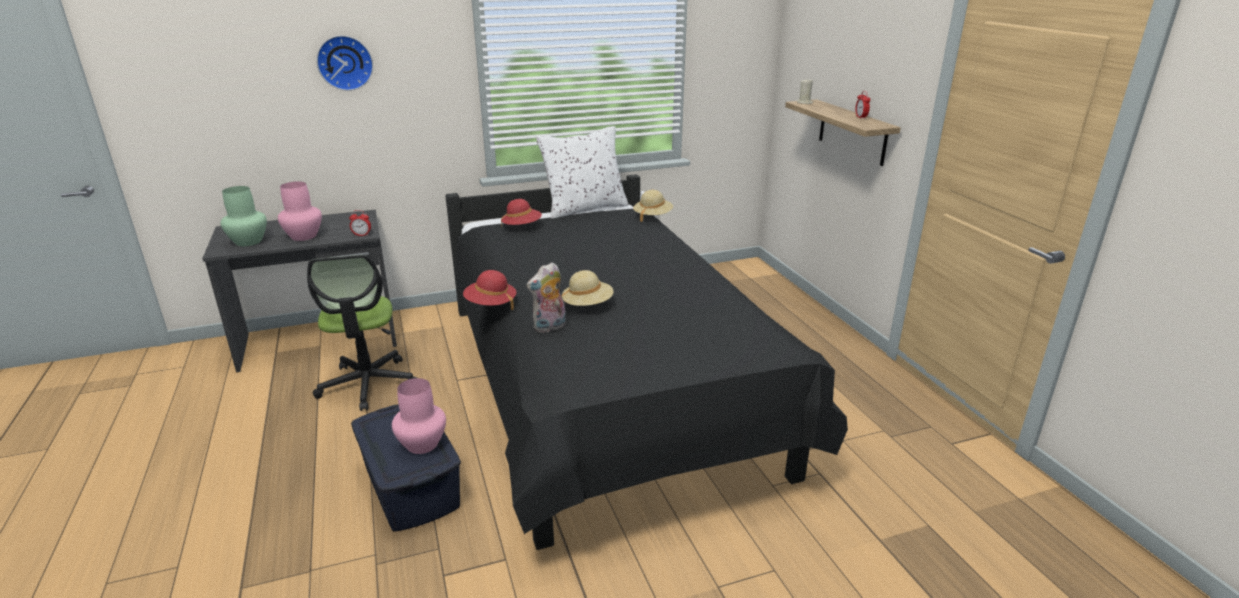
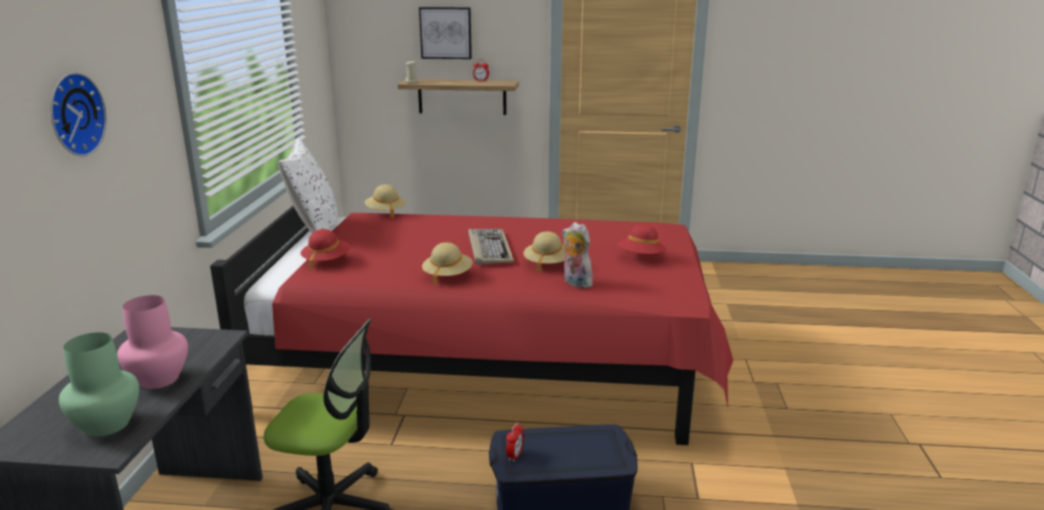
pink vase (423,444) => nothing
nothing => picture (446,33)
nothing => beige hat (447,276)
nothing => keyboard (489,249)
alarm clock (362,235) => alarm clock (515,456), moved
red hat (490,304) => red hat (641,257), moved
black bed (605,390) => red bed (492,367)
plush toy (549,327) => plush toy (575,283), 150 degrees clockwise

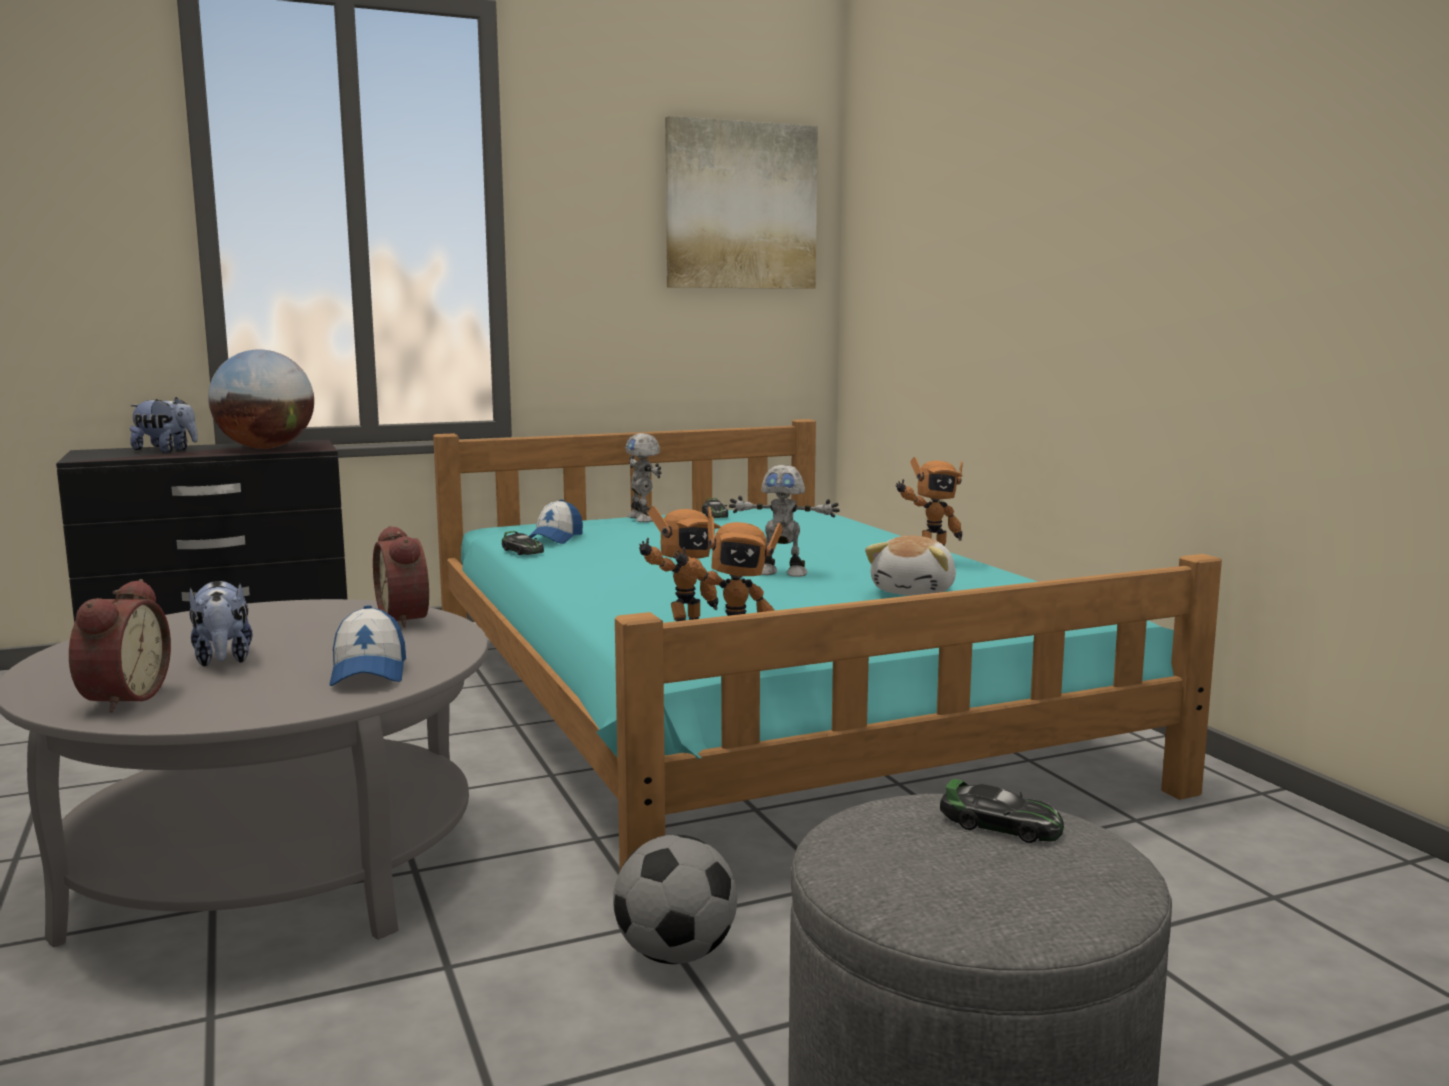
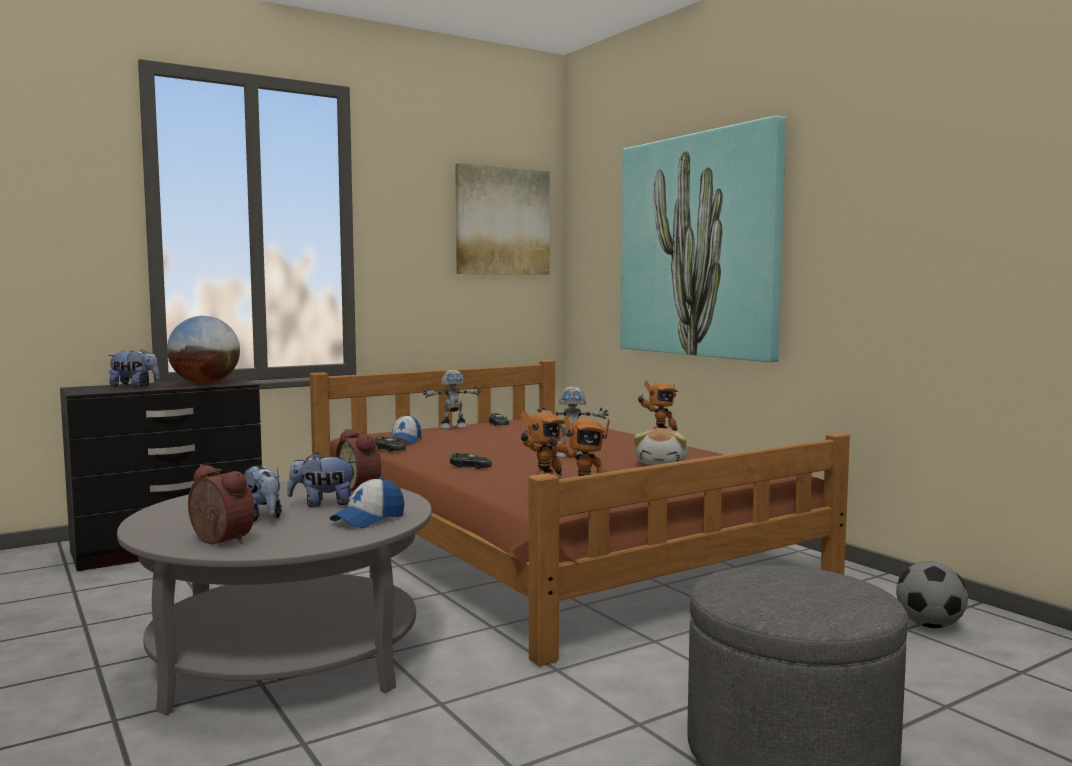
nothing => plush toy (323,504)
nothing => picture (699,246)
football (675,954) => football (929,625), moved
toy car (1000,825) => toy car (470,466), moved
turquoise bed (752,702) => brown bed (548,543)
alarm clock (120,698) => alarm clock (218,541), 45 degrees counterclockwise
cap (369,672) => cap (368,519), 60 degrees clockwise
toy robot (643,519) => toy robot (453,427), 75 degrees counterclockwise

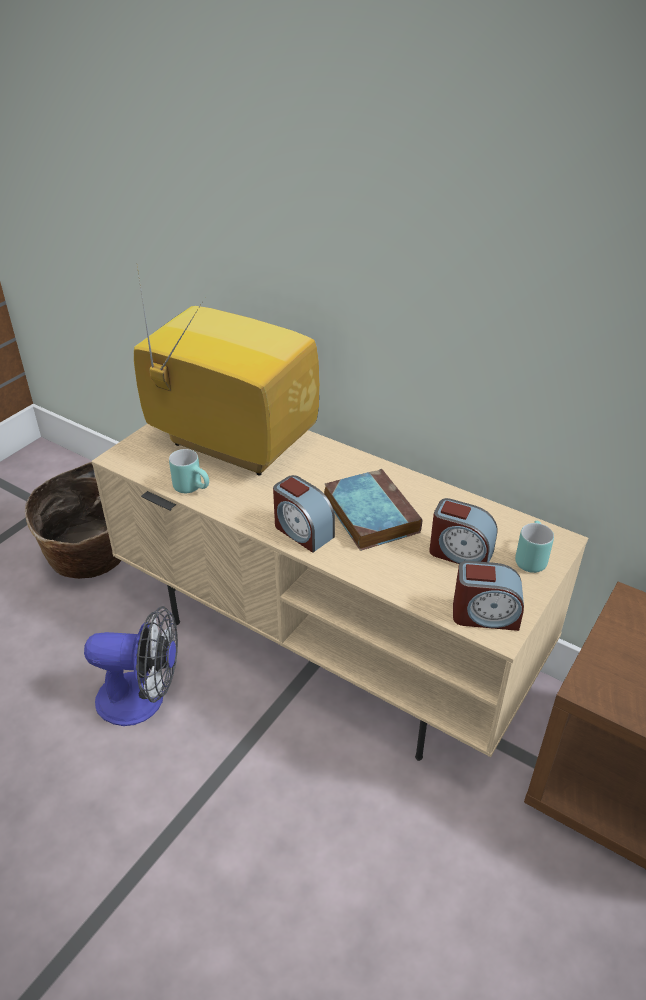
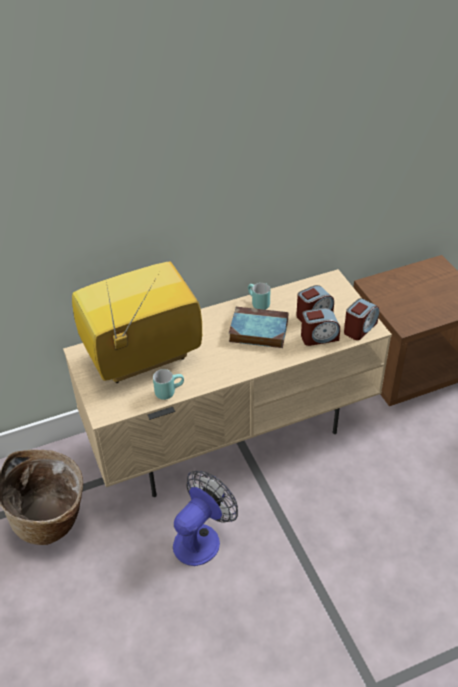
alarm clock (302,531) => alarm clock (319,337), moved
turquoise mug (528,557) => turquoise mug (257,304), moved

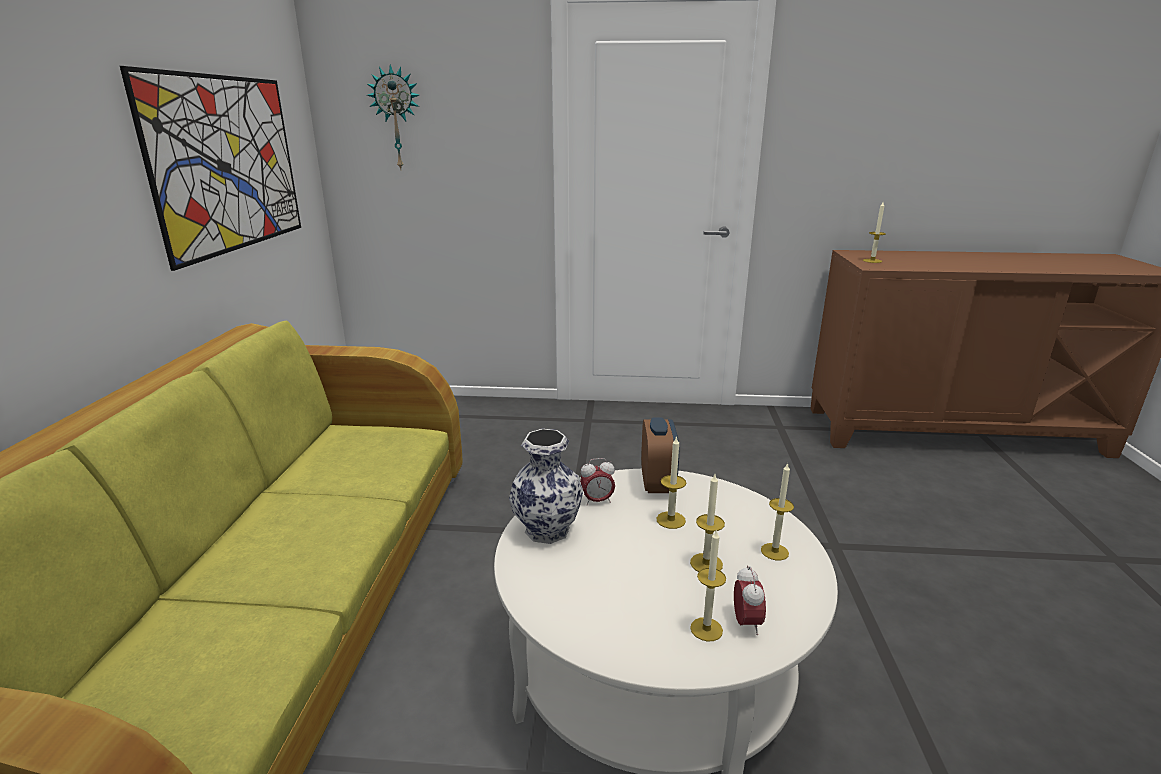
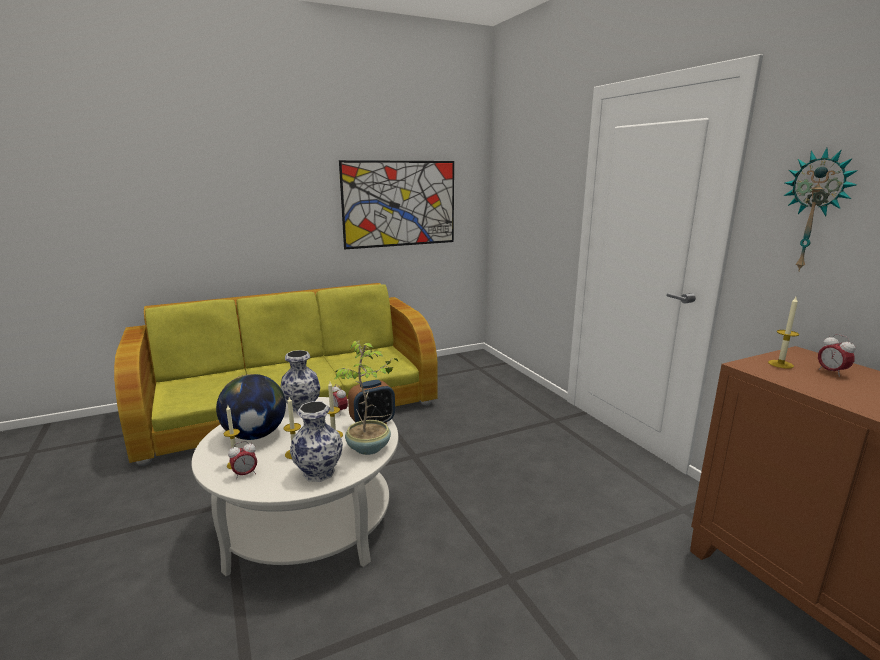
nothing => globe (255,435)
nothing => potted plant (369,448)
nothing => alarm clock (831,372)
wall clock (397,118) => wall clock (815,211), moved
candle (774,551) => vase (319,472)

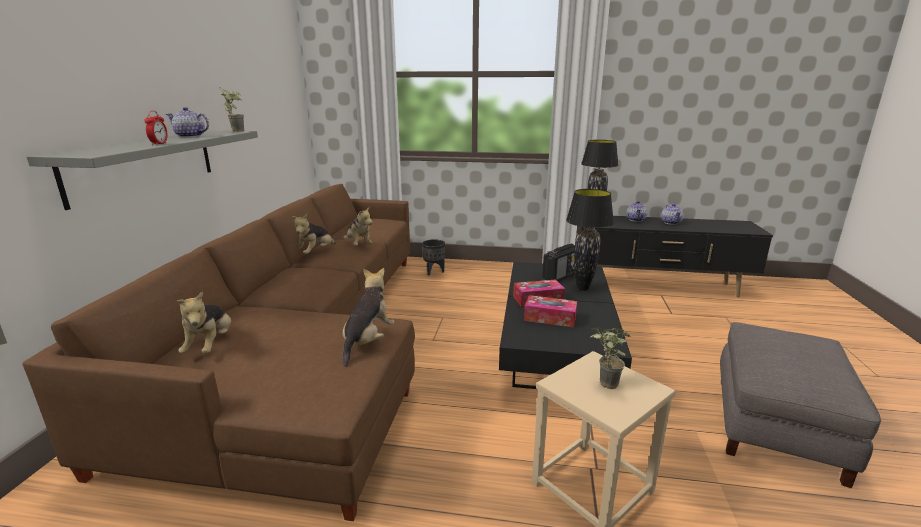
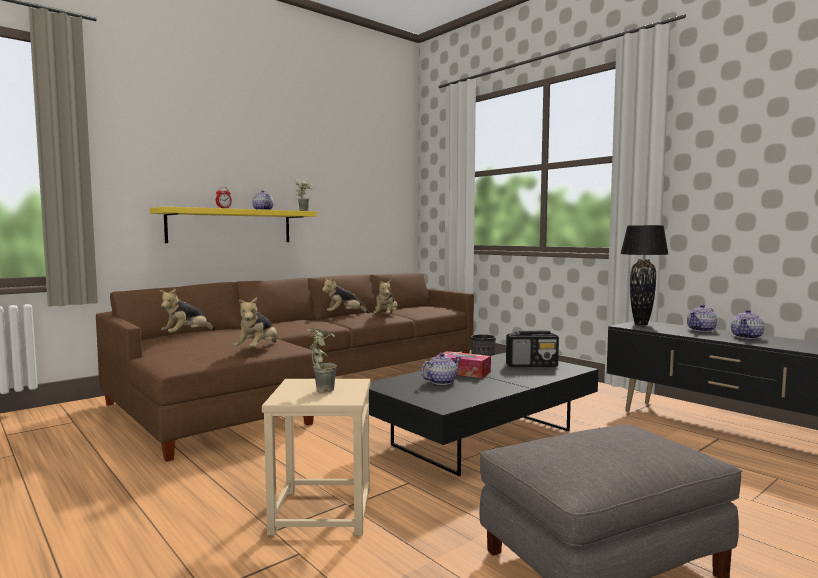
black table lamp (582,288) => nothing
tissue box (550,318) => teapot (441,382)
grey shelf (144,164) => yellow shelf (230,226)
plush toy (368,341) => plush toy (258,349), 135 degrees clockwise

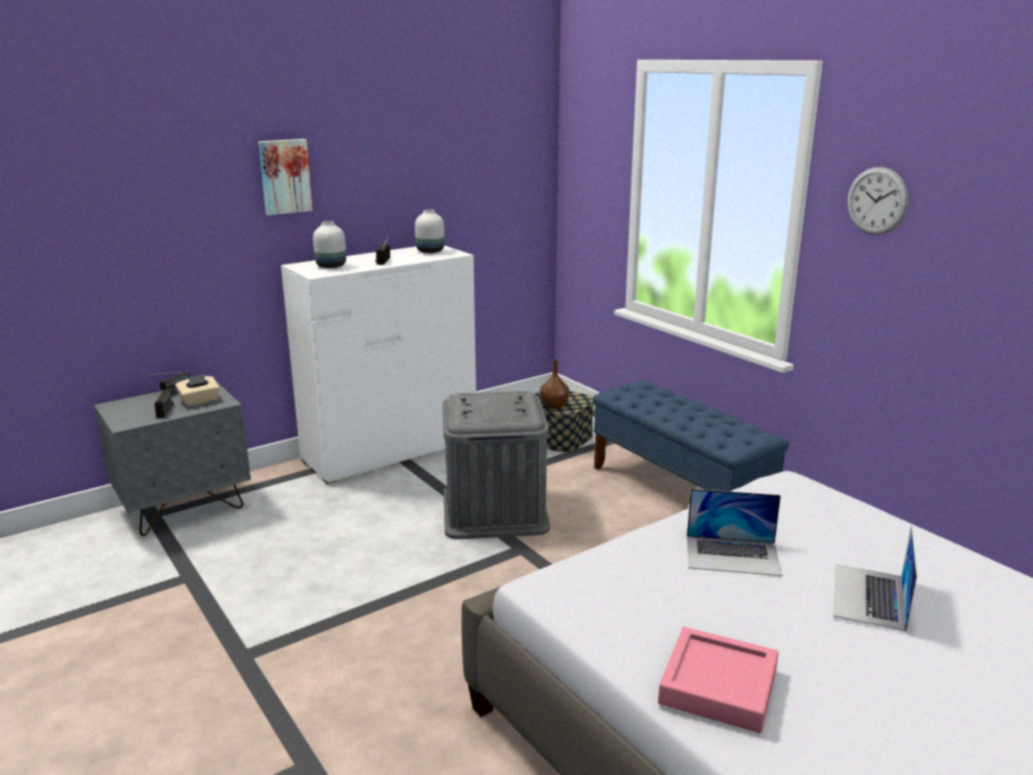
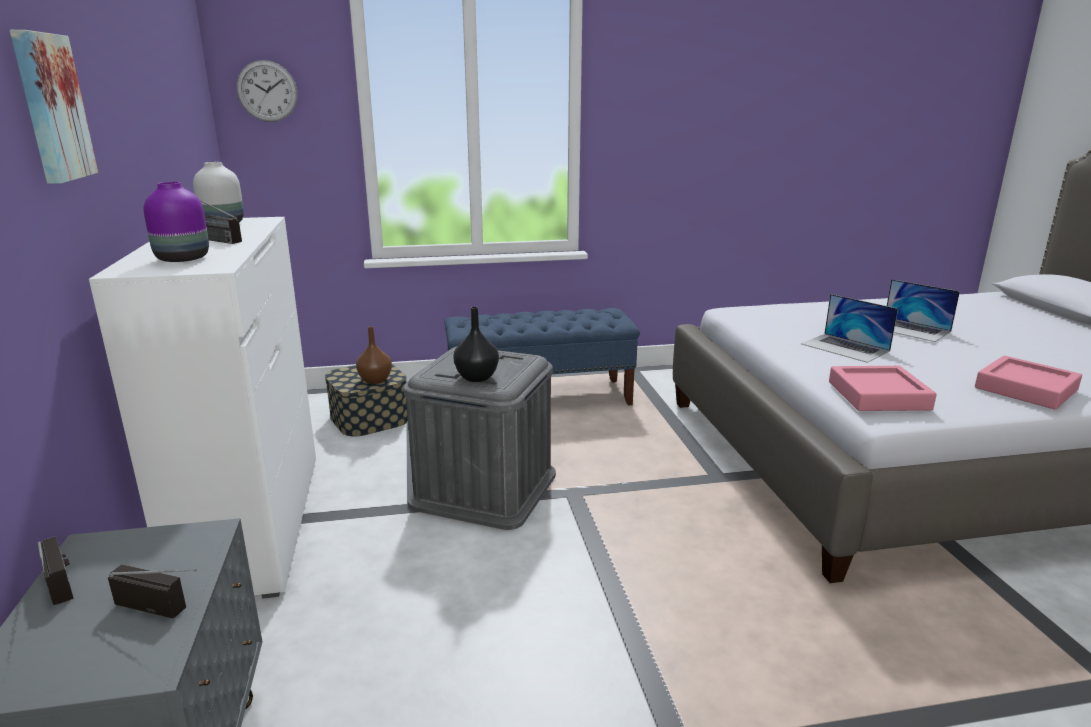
beige tissue box (199,401) => nothing
nothing => black vase (476,378)
nothing => pink tray (878,395)
wall clock (877,201) => wall clock (267,91), moved
white vase (332,266) => purple vase (184,258)
laptop (733,555) => laptop (845,347), 105 degrees clockwise

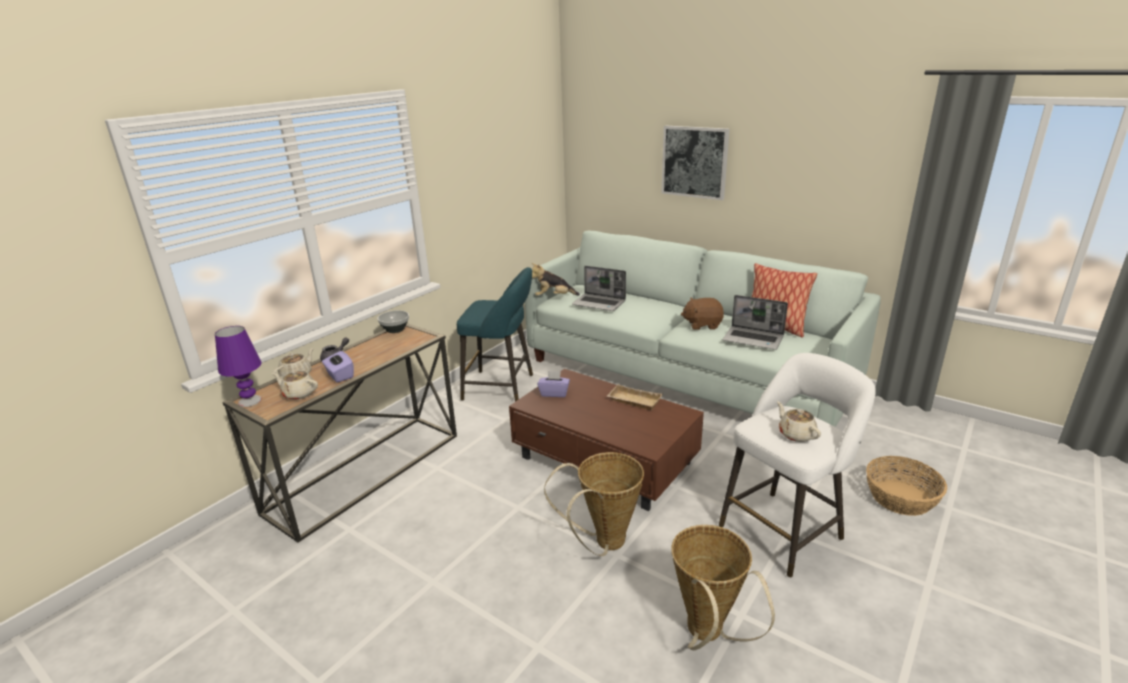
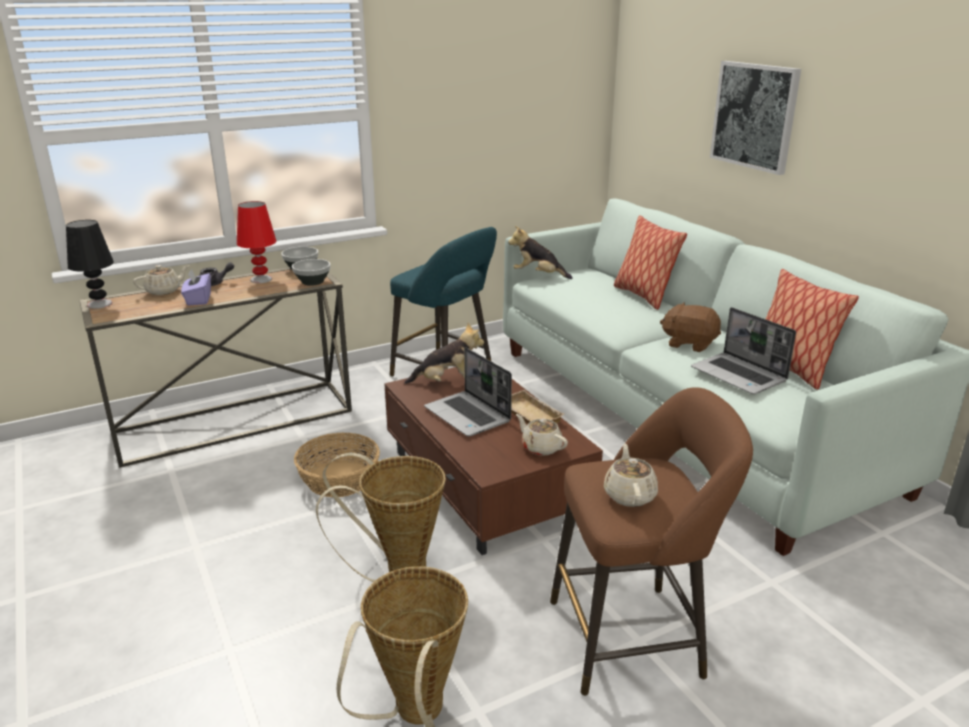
nothing => red table lamp (261,279)
nothing => bowl (313,282)
nothing => pillow (643,296)
beige teapot (298,394) => beige teapot (541,447), moved
laptop (599,303) => laptop (468,415), moved
basket (900,497) => basket (339,479), moved
purple tissue box (554,393) => plush toy (447,382)
purple table lamp (249,401) => black table lamp (99,304)
white stool (784,529) => brown stool (634,637)

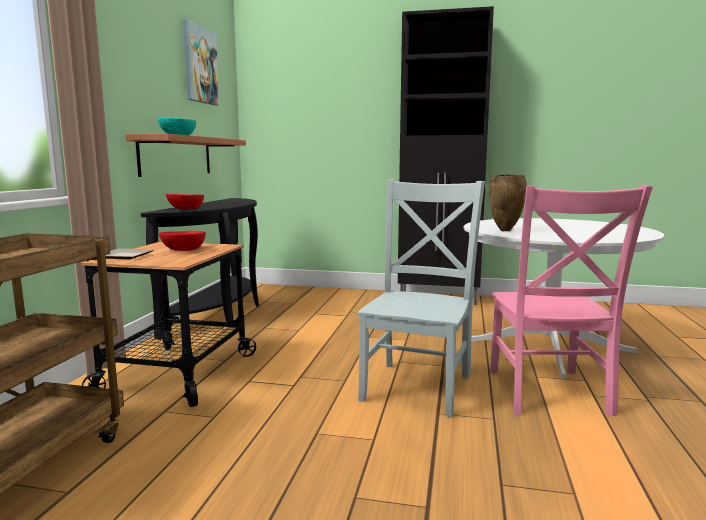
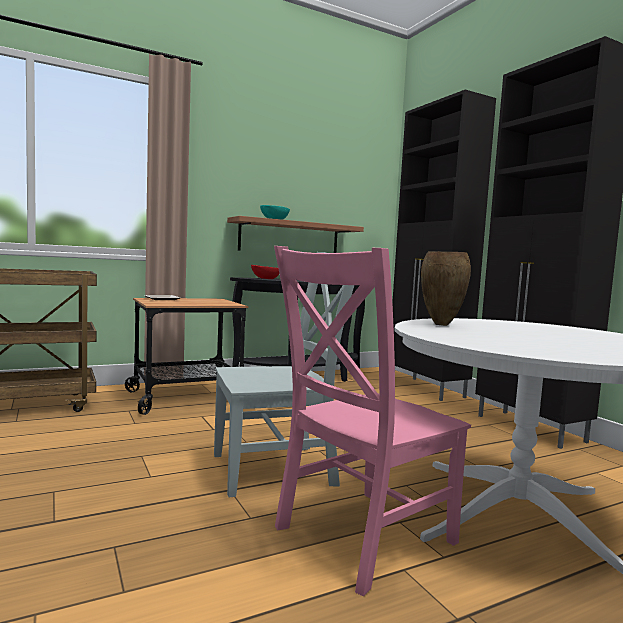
red bowl (184,250) => nothing
picture (200,65) => nothing
nothing => black cabinet (426,389)

